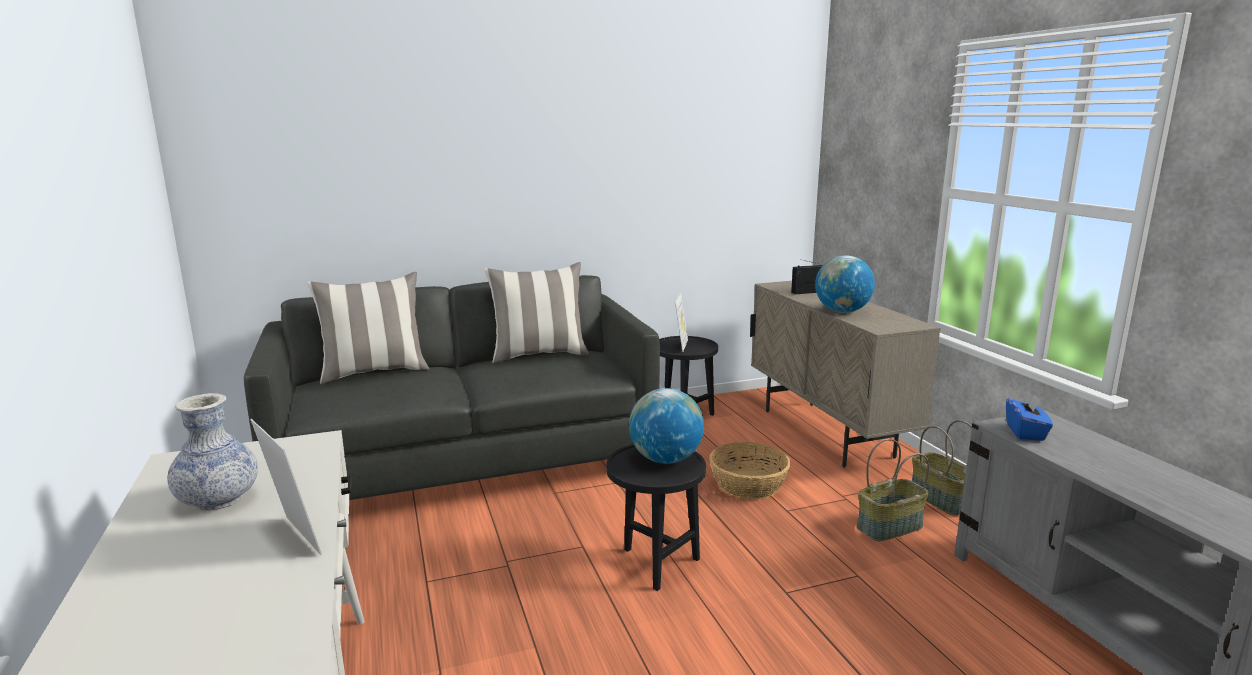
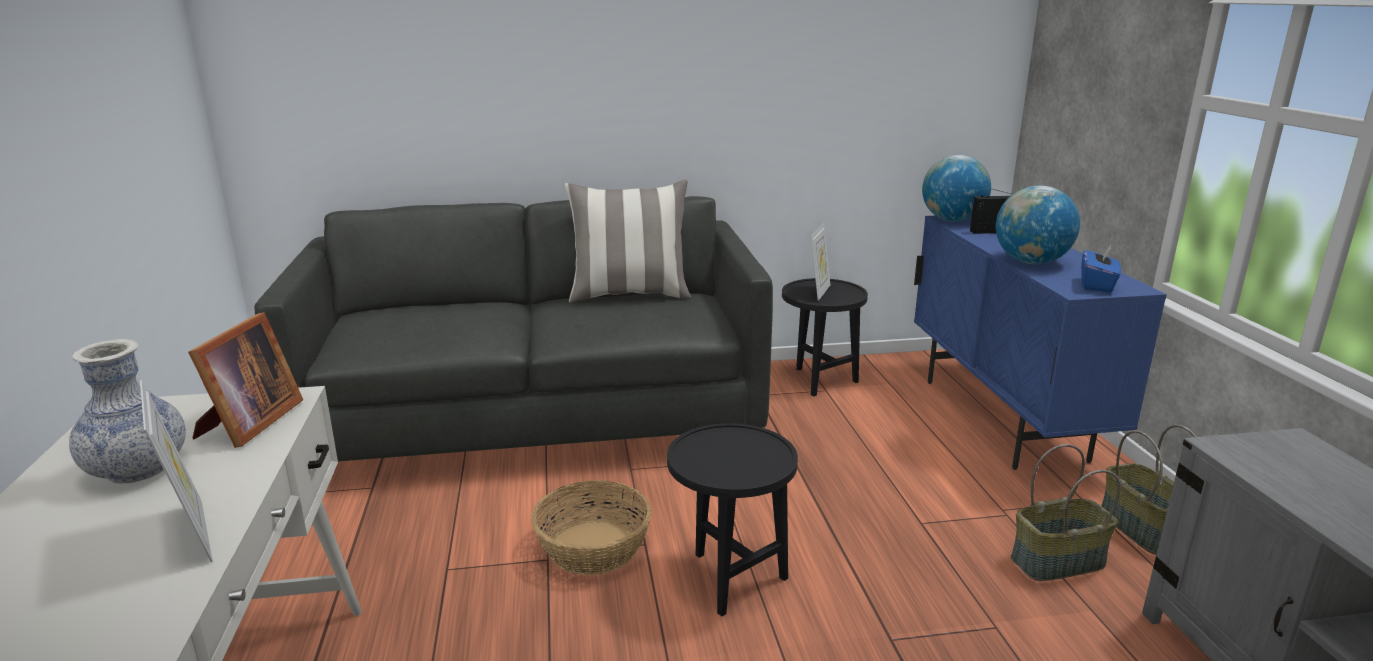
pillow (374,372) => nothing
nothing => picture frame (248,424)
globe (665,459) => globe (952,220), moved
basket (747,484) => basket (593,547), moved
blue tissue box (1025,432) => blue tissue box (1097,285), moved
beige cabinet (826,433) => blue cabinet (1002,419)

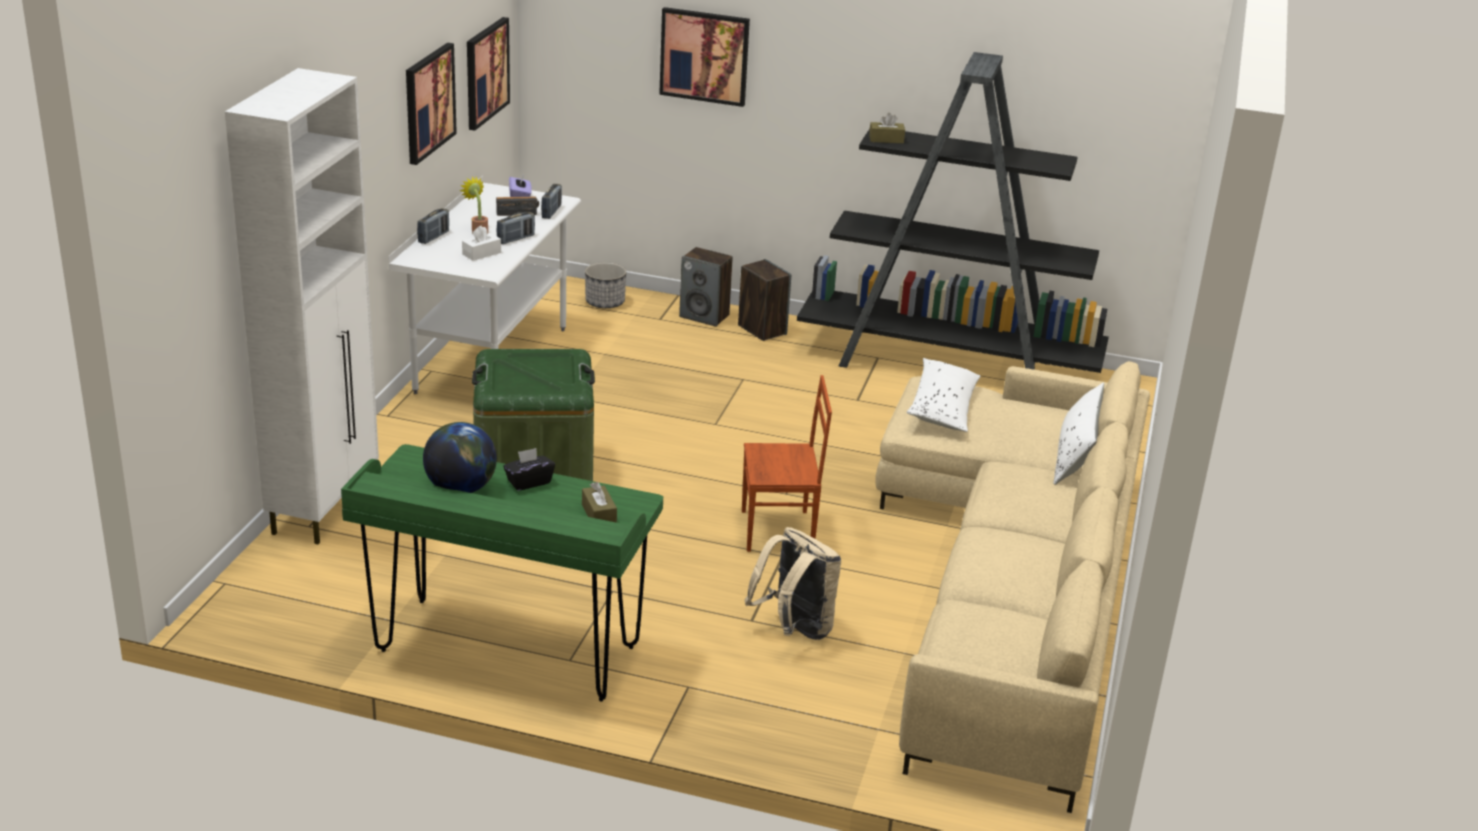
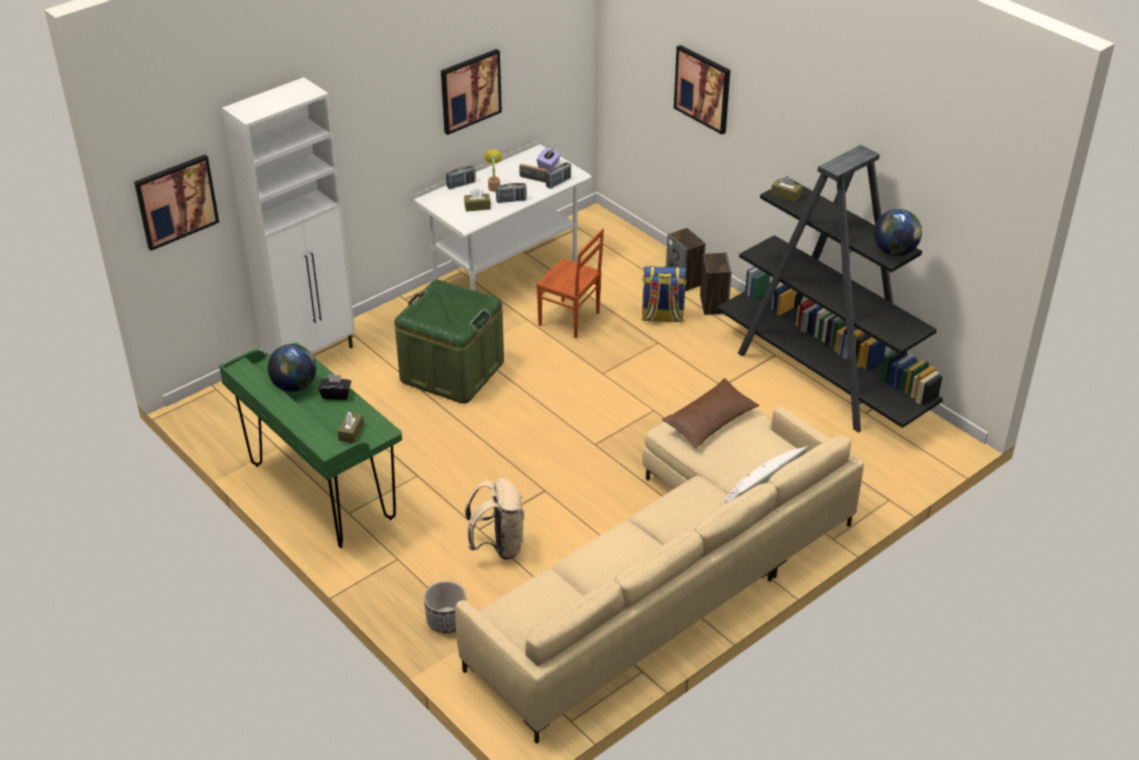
nothing => backpack (662,317)
nothing => globe (895,251)
picture (486,72) => picture (176,201), moved
planter (605,302) => planter (446,620), moved
brown chair (779,531) => brown chair (569,320), moved
white tissue box (481,253) => brown tissue box (477,207)
white pillow (942,407) => brown pillow (710,421)

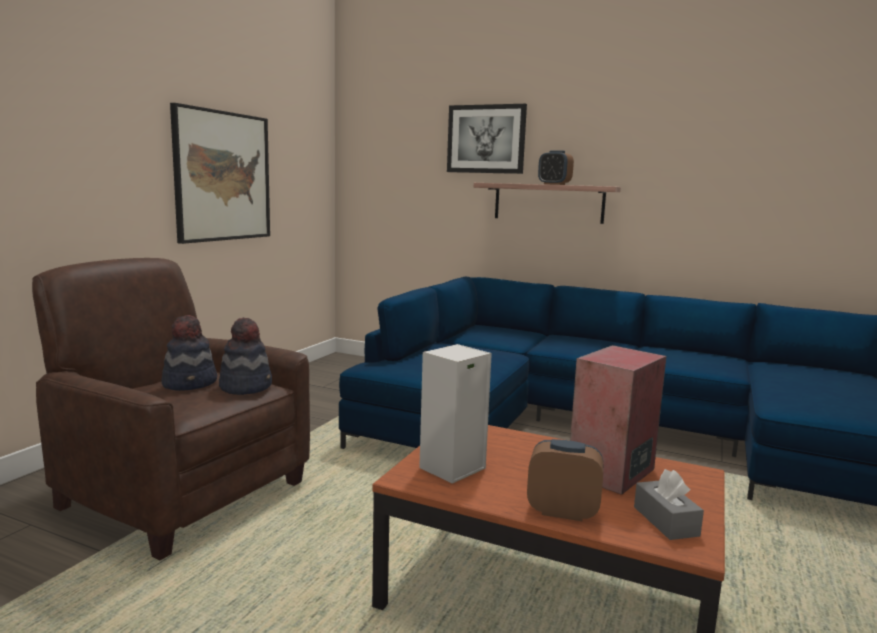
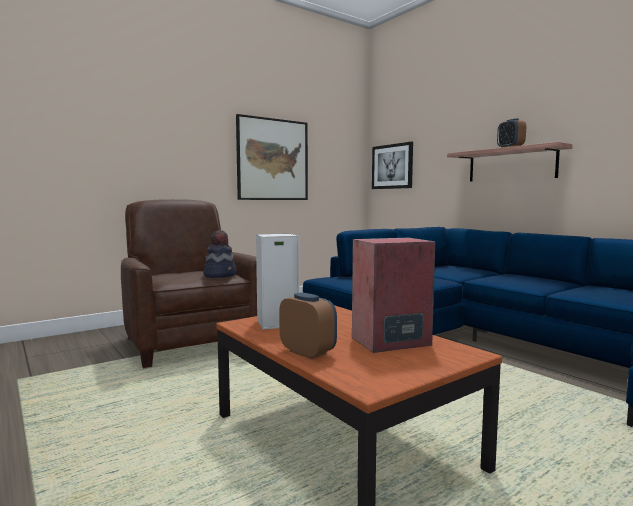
hat (190,383) => nothing
grey tissue box (665,521) => nothing
picture (486,139) => picture (392,166), moved

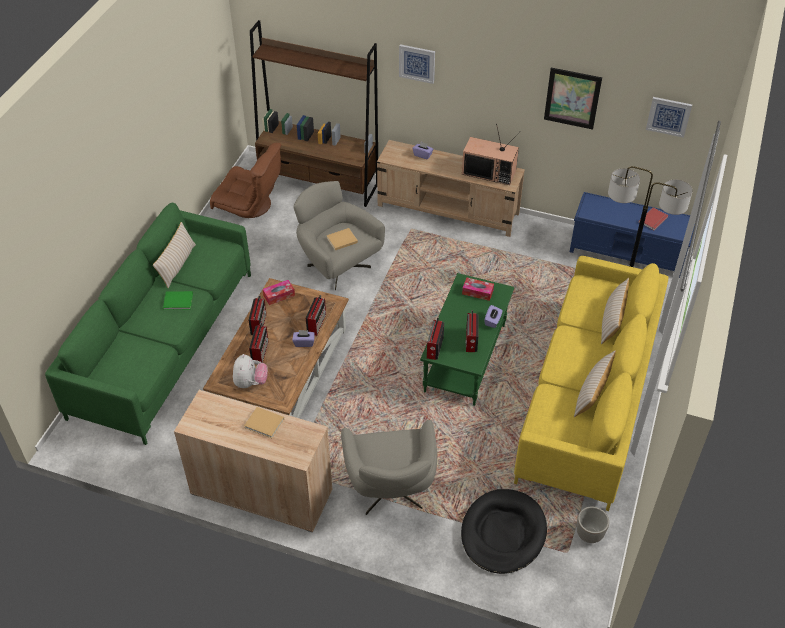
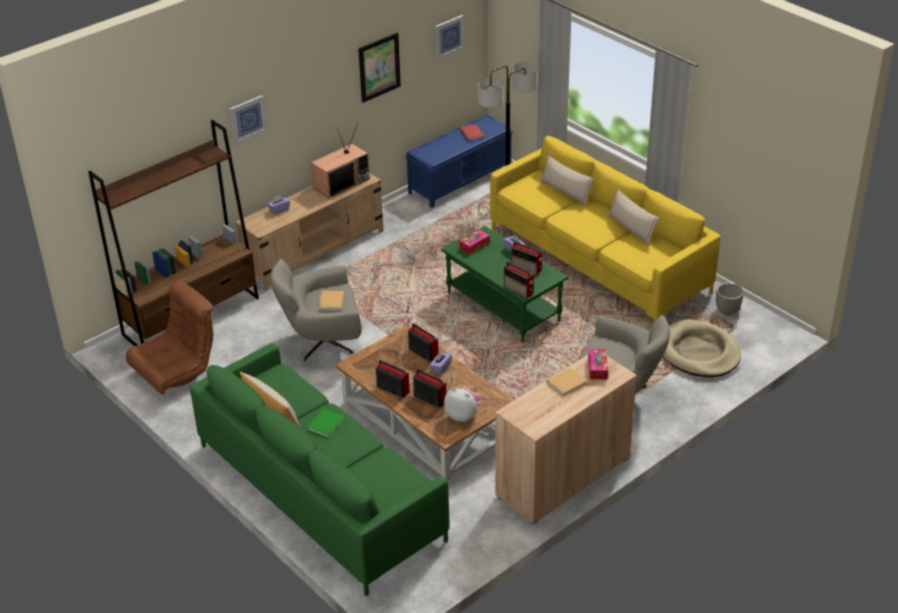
tissue box (279,295) => tissue box (597,368), moved
black dog bed (503,533) => beige dog bed (698,352)

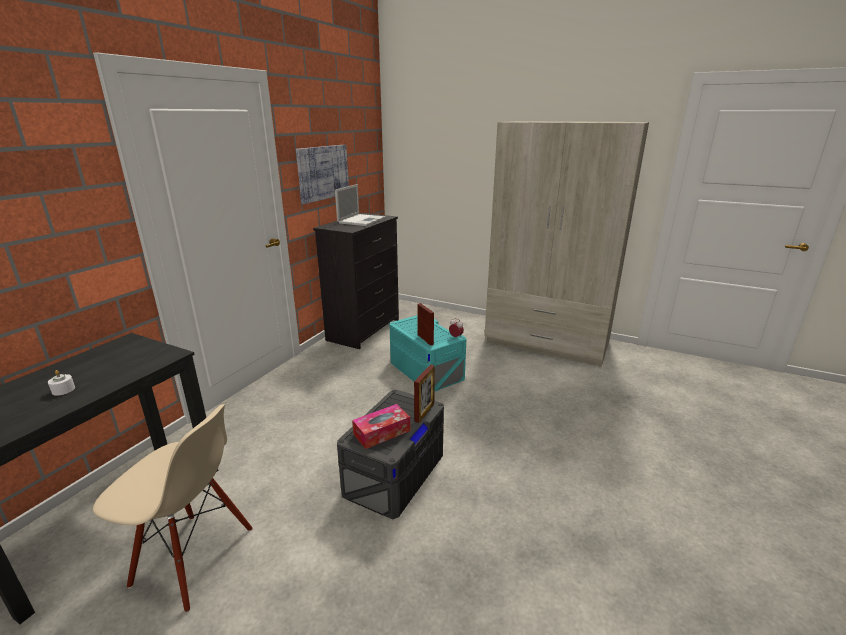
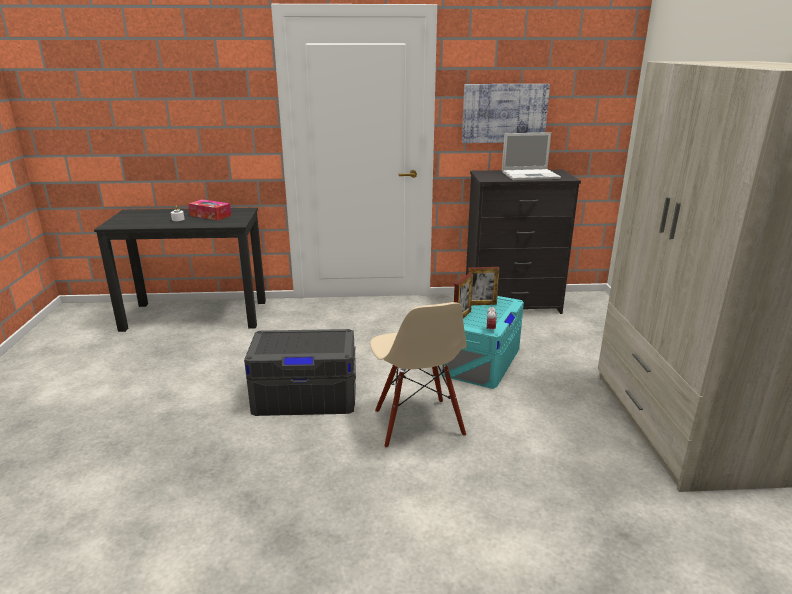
beige chair (193,558) => beige chair (417,423), moved
tissue box (382,432) => tissue box (210,215), moved
picture frame (424,412) => picture frame (481,304), moved

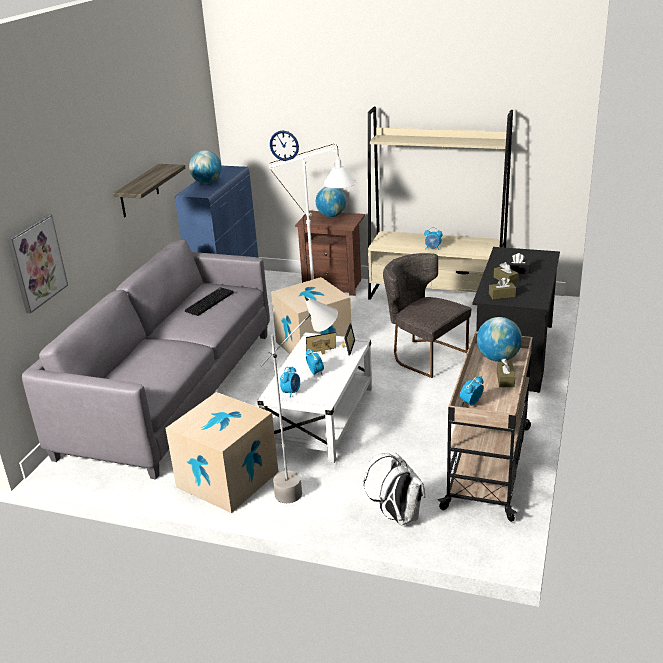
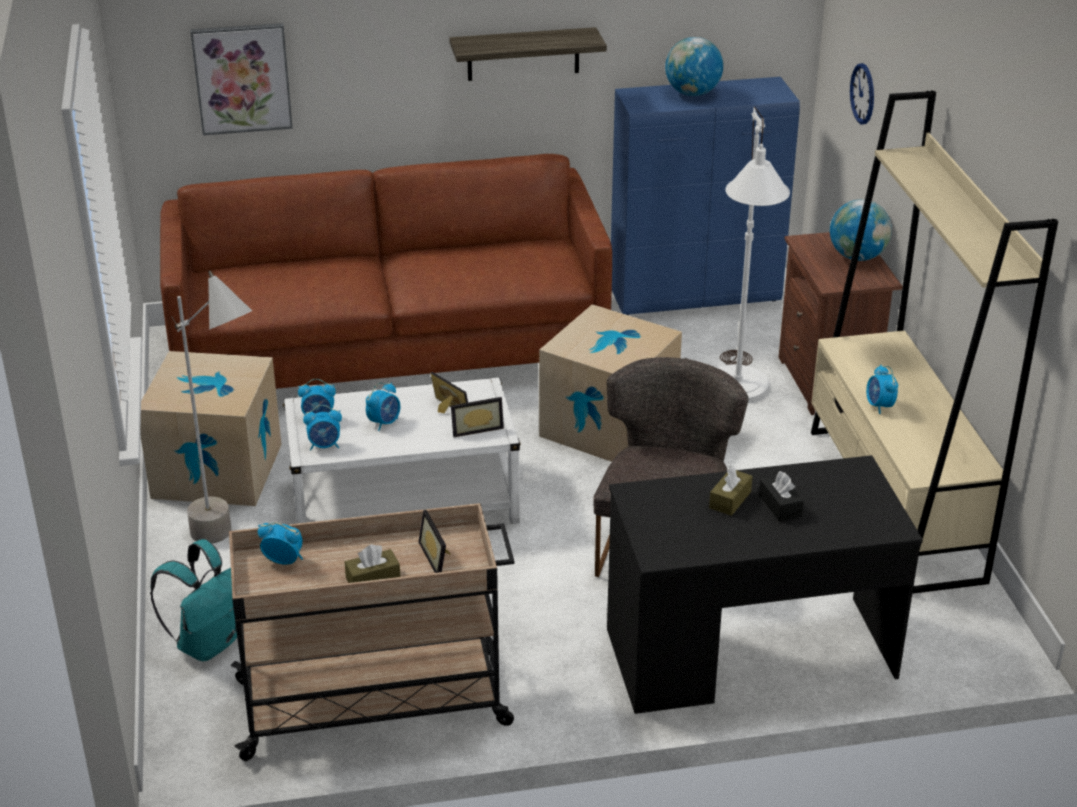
keyboard (209,302) => nothing
brown tissue box (502,295) => nothing
nothing => alarm clock (325,446)
globe (498,358) => picture frame (438,557)
grey sofa (171,391) => brown sofa (390,351)
white backpack (398,515) => turquoise backpack (209,643)

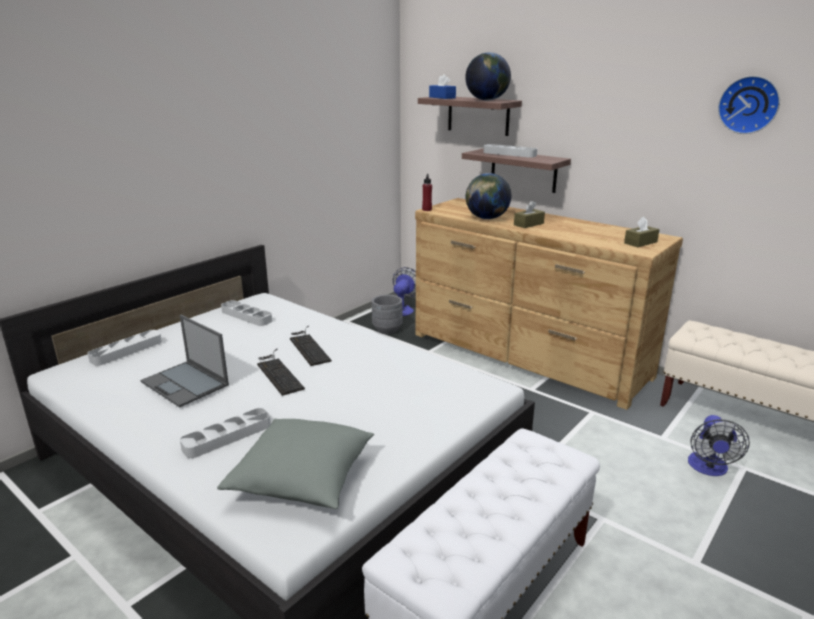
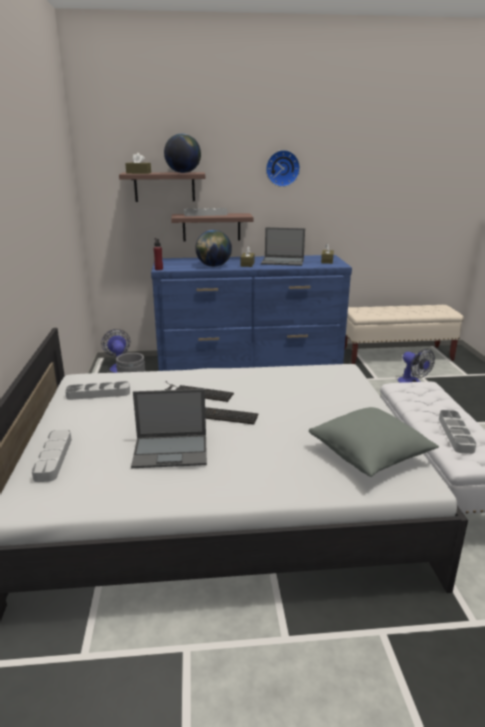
nothing => laptop (283,261)
grey tray (227,436) => grey tray (455,434), moved
wall clock (749,105) => wall clock (282,168), moved
brown dresser (527,355) => blue dresser (250,365)
blue tissue box (442,97) => brown tissue box (138,173)

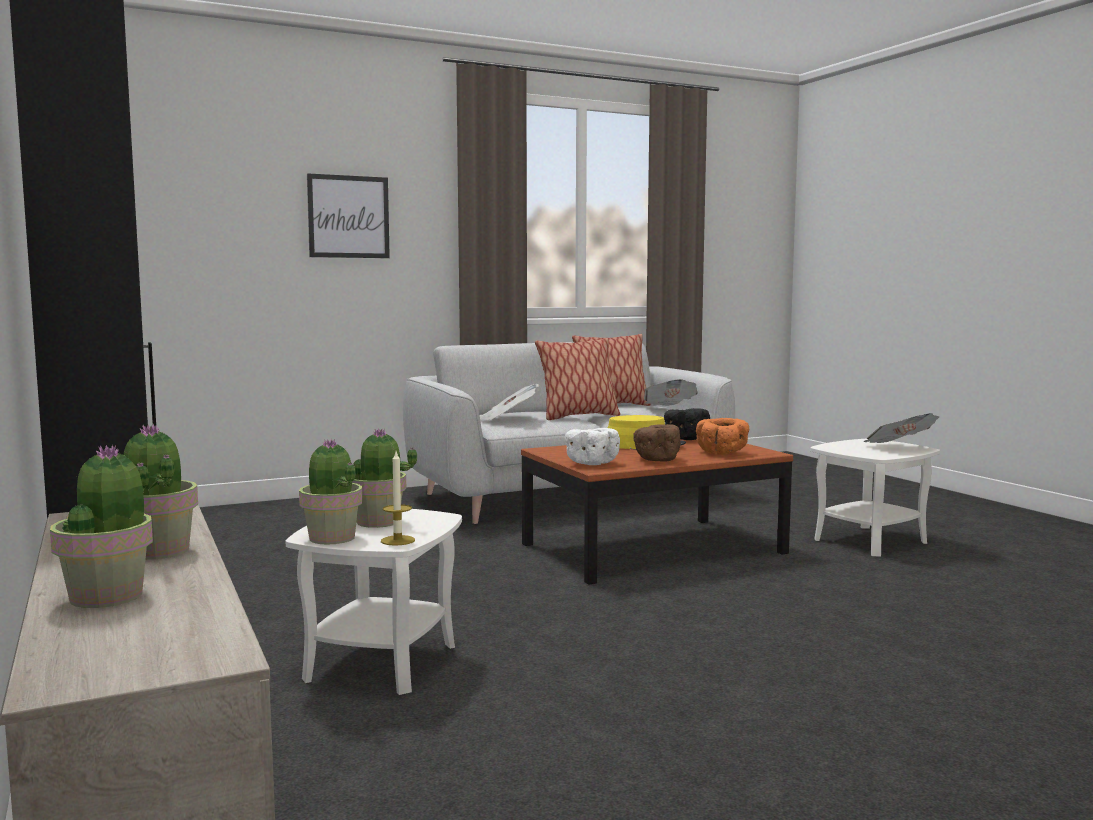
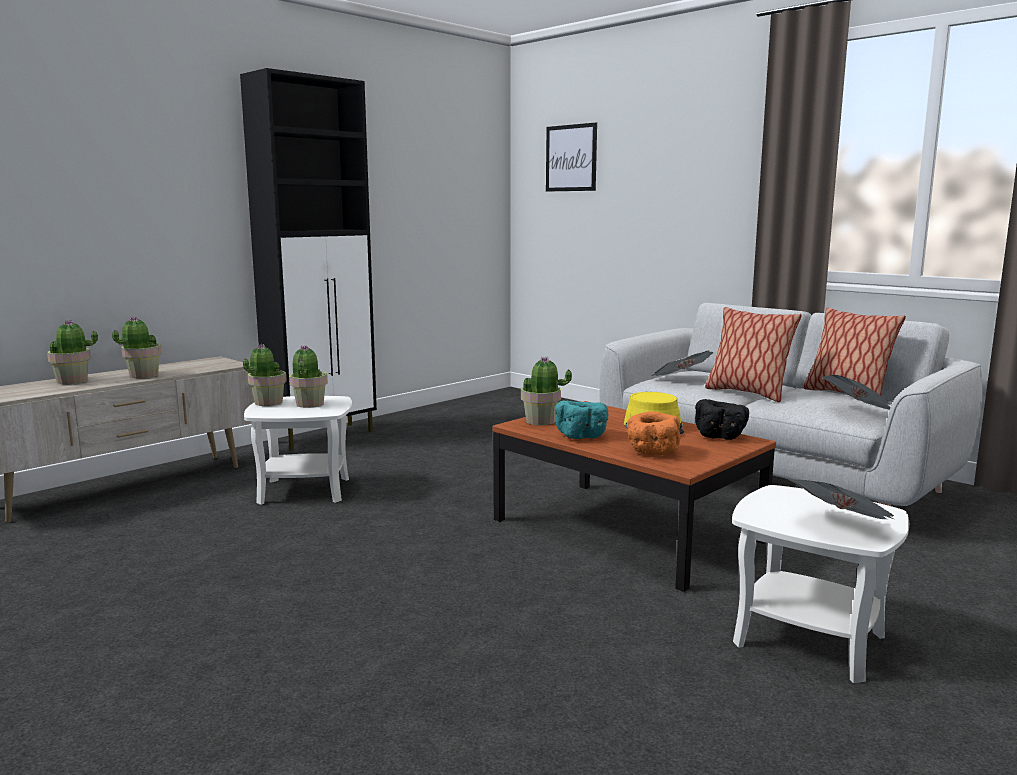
candle (397,540) => nothing
picture (348,217) => picture (571,158), moved
white bowl (591,463) => potted plant (541,421)
brown bowl (656,460) => turquoise bowl (582,436)

